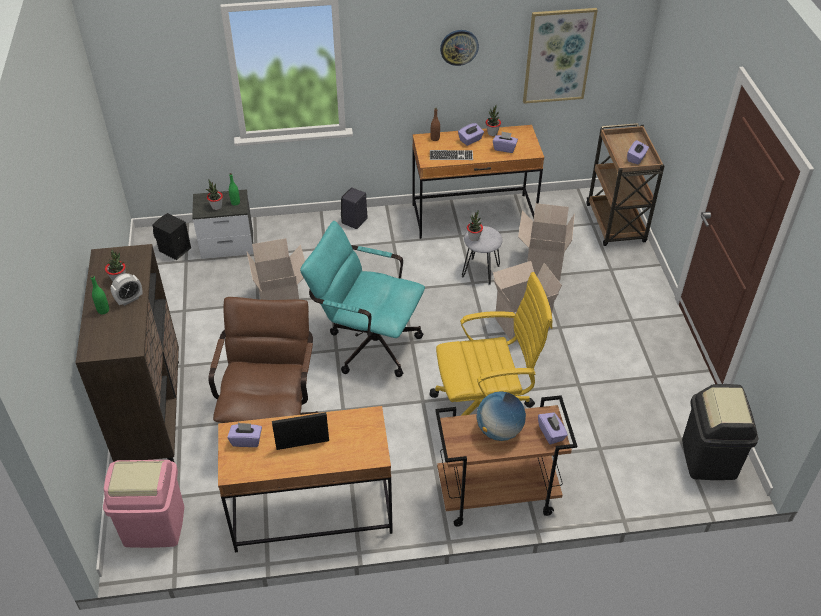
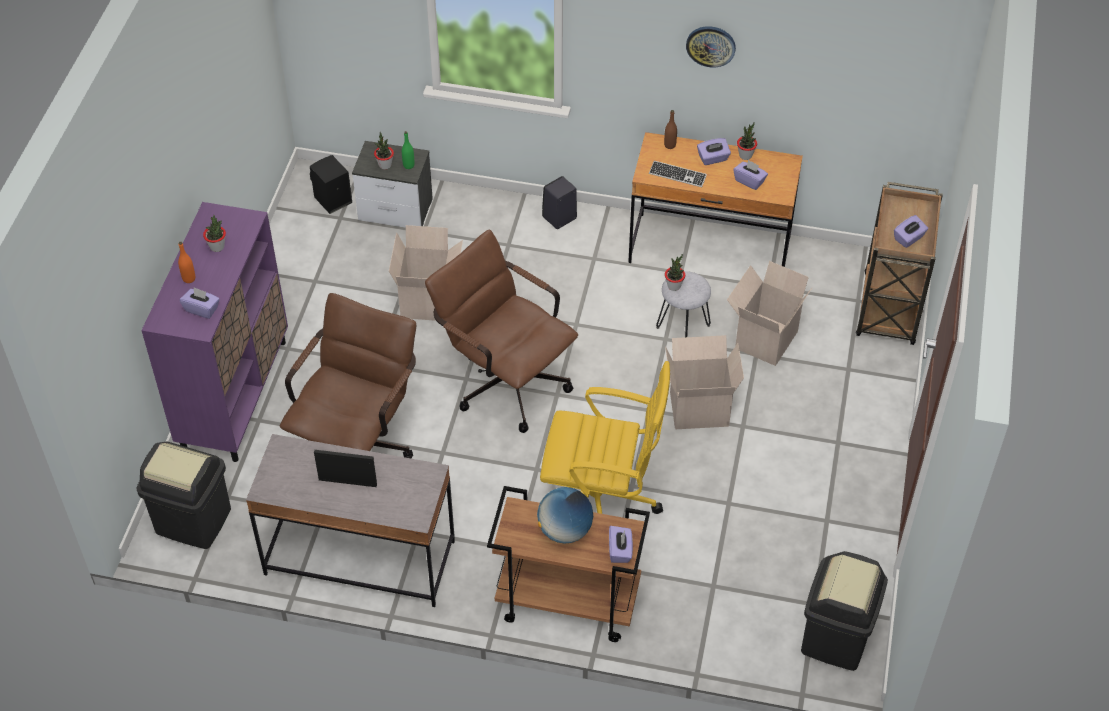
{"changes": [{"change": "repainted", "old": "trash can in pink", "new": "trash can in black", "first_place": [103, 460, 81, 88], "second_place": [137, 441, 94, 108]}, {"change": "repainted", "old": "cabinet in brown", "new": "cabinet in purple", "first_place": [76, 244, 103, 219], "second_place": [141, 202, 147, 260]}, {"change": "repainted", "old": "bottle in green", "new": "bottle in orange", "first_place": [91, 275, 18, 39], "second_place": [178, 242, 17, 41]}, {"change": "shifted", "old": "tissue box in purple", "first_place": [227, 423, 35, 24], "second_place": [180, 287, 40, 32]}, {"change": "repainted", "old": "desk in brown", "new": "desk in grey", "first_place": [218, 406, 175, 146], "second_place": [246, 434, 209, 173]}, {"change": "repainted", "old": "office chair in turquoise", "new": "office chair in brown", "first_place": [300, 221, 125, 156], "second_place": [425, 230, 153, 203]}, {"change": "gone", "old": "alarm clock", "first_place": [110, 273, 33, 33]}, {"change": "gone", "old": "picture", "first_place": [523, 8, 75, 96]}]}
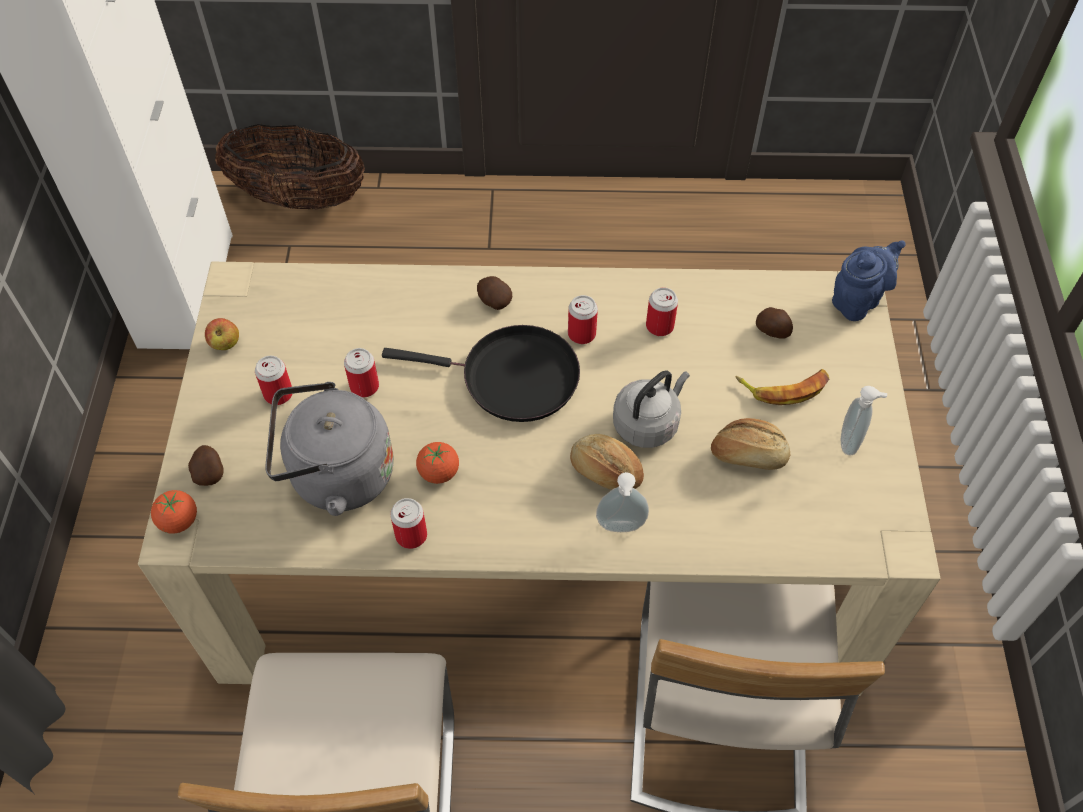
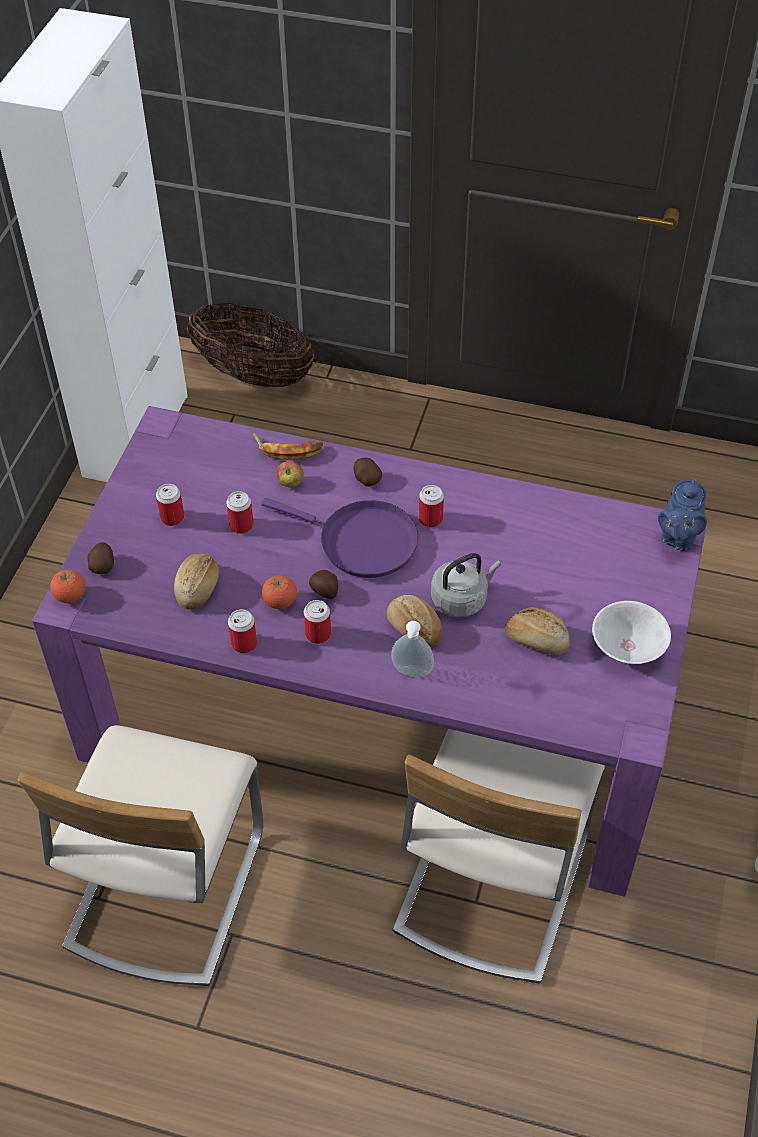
{"changes": [{"change": "repainted", "old": "dining table in beige", "new": "dining table in purple", "first_place": [138, 262, 802, 434], "second_place": [32, 406, 674, 490]}, {"change": "swapped", "old": "kettle in grey", "new": "bread", "first_place": [265, 382, 129, 134], "second_place": [174, 553, 45, 57]}, {"change": "shifted", "old": "banana", "first_place": [736, 369, 93, 36], "second_place": [253, 433, 70, 27]}, {"change": "repainted", "old": "frying pan in black", "new": "frying pan in purple", "first_place": [382, 325, 198, 97], "second_place": [261, 498, 158, 80]}, {"change": "shifted", "old": "apple", "first_place": [205, 318, 34, 32], "second_place": [276, 461, 28, 27]}, {"change": "shifted", "old": "can", "first_place": [646, 287, 32, 49], "second_place": [304, 600, 27, 44]}, {"change": "shifted", "old": "potato", "first_place": [756, 307, 37, 32], "second_place": [309, 570, 29, 29]}, {"change": "swapped", "old": "soap dispenser", "new": "bowl in white", "first_place": [841, 386, 46, 69], "second_place": [592, 601, 79, 63]}, {"change": "rotated", "old": "teapot in blue", "first_place": [832, 240, 74, 81], "second_place": [658, 478, 49, 73], "degrees": 135}]}
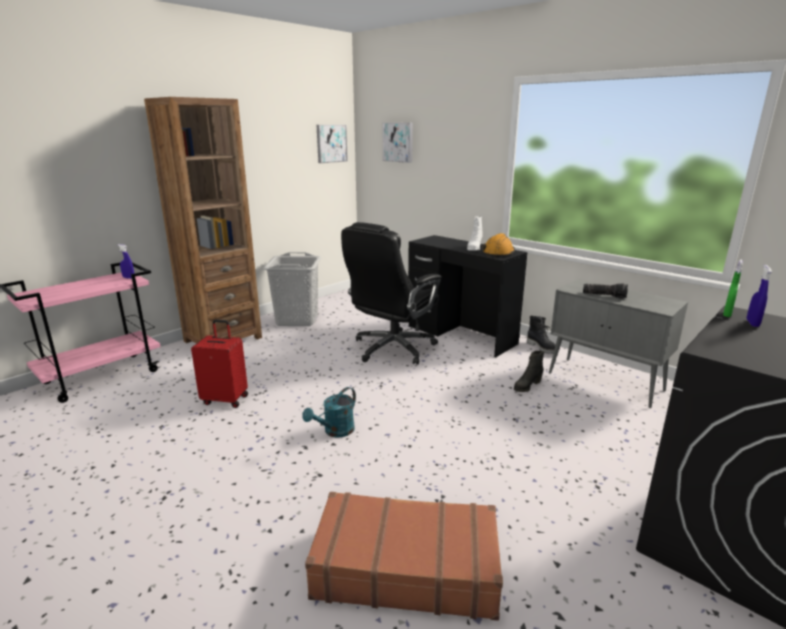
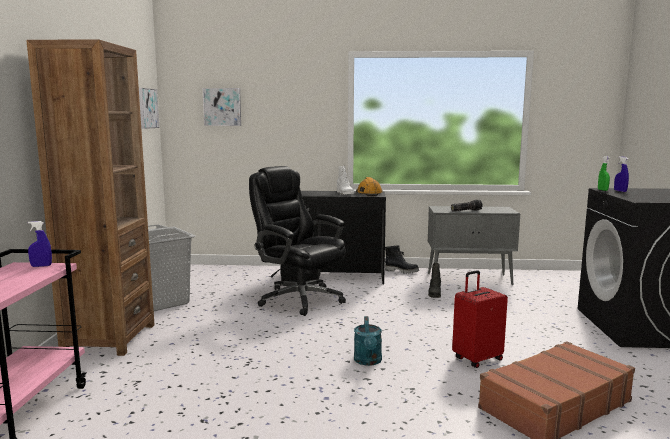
{"changes": [{"change": "rotated", "old": "office chair in black", "first_place": [341, 222, 101, 143], "second_place": [249, 166, 97, 150], "degrees": 135}, {"change": "shifted", "old": "suitcase in red", "first_place": [191, 319, 57, 89], "second_place": [452, 270, 56, 98]}]}
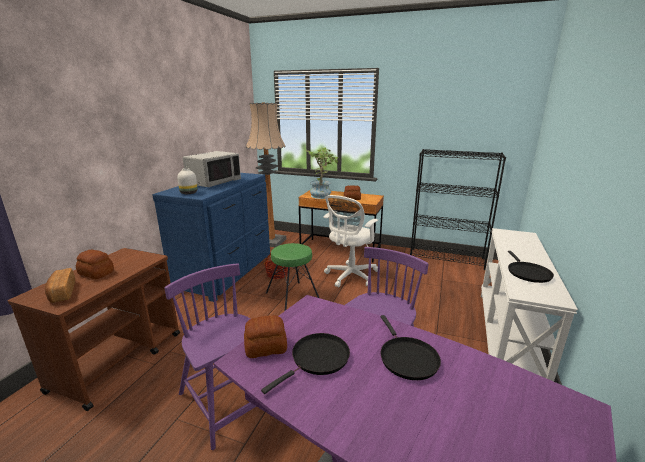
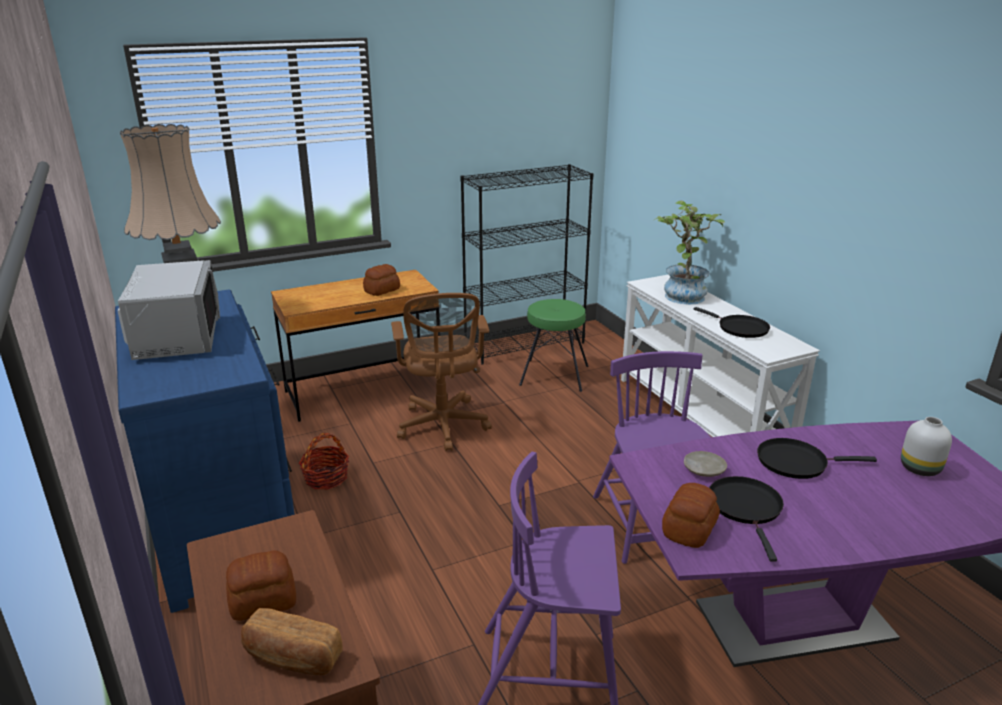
{"changes": [{"change": "repainted", "old": "office chair in white", "new": "office chair in brown", "first_place": [323, 195, 55, 92], "second_place": [391, 293, 101, 158]}, {"change": "shifted", "old": "stool in green", "first_place": [266, 243, 53, 68], "second_place": [519, 299, 69, 93]}, {"change": "shifted", "old": "potted plant", "first_place": [306, 147, 32, 52], "second_place": [656, 201, 69, 104]}, {"change": "new", "new": "plate in beige", "second_place": [684, 451, 43, 26]}, {"change": "rotated", "old": "frying pan in black", "first_place": [380, 315, 61, 65], "second_place": [757, 438, 120, 41], "degrees": 150}, {"change": "shifted", "old": "vase in white", "first_place": [177, 168, 20, 26], "second_place": [901, 417, 51, 59]}]}
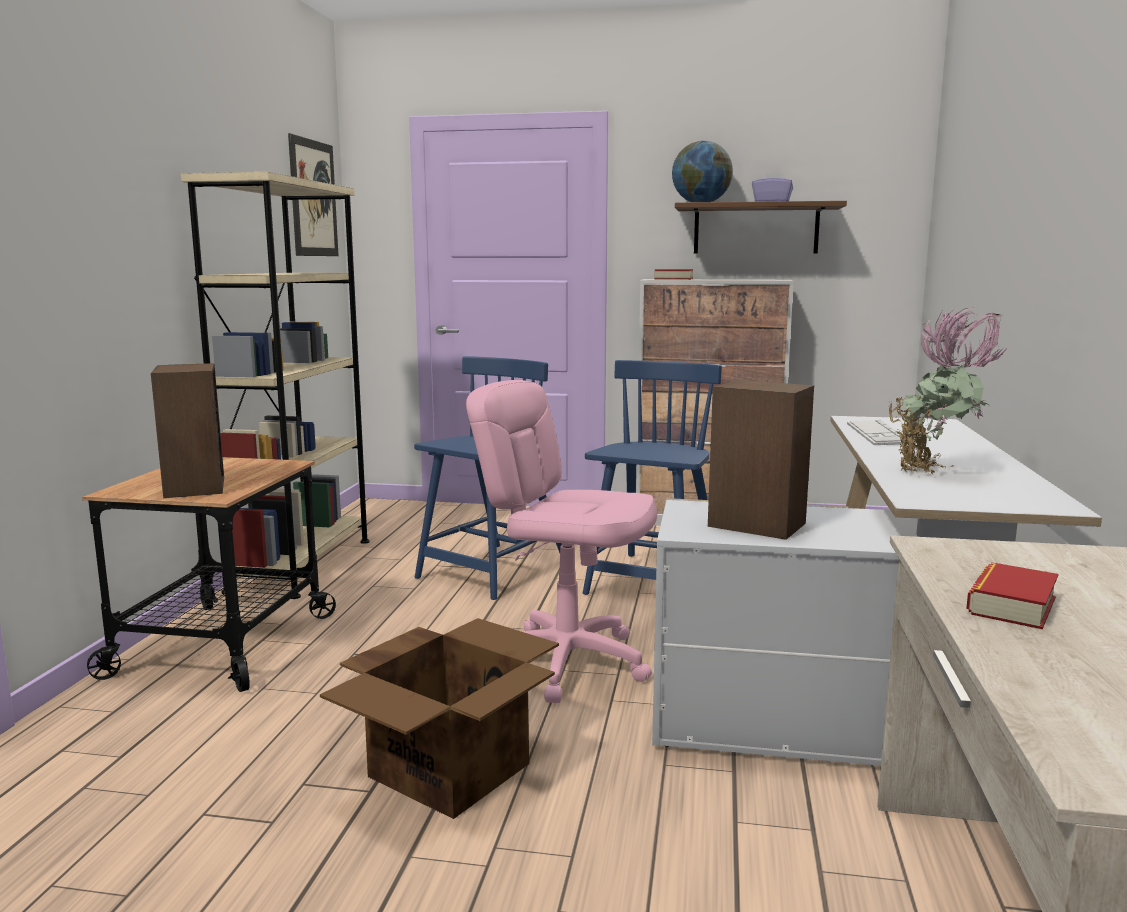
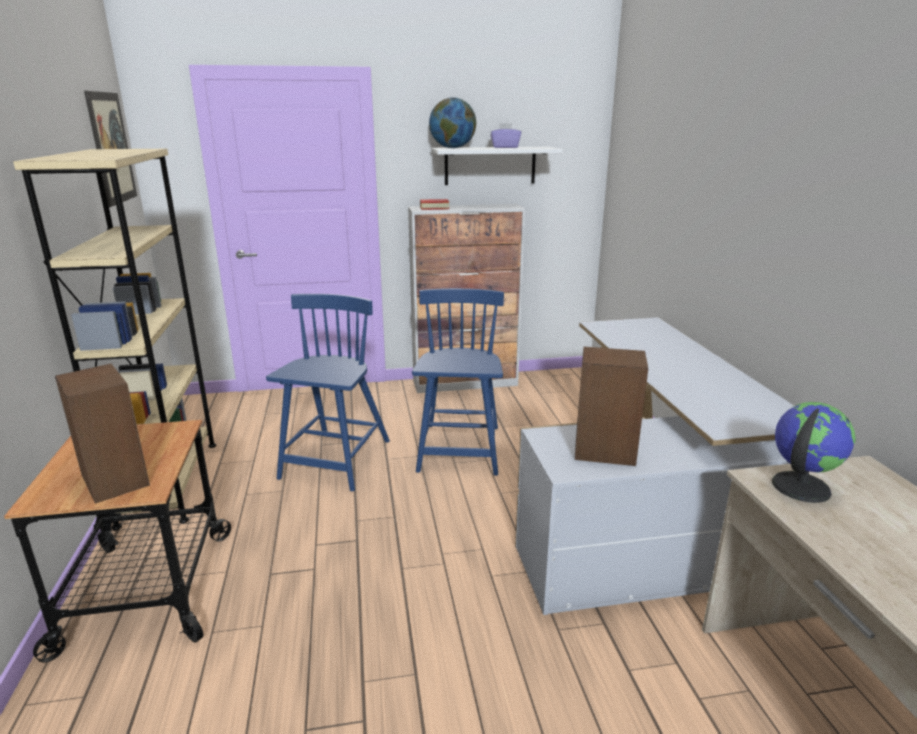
{"changes": [{"change": "repainted", "old": "shelf in brown", "new": "shelf in white", "first_place": [675, 201, 172, 53], "second_place": [431, 147, 132, 38]}, {"change": "new", "new": "globe", "second_place": [772, 402, 84, 101]}, {"change": "gone", "old": "cardboard box", "first_place": [320, 618, 239, 201]}, {"change": "gone", "old": "office chair in pink", "first_place": [466, 380, 191, 323]}, {"change": "gone", "old": "keyboard", "first_place": [847, 420, 55, 25]}, {"change": "gone", "old": "potted plant", "first_place": [889, 307, 118, 167]}, {"change": "gone", "old": "book", "first_place": [966, 562, 92, 67]}]}
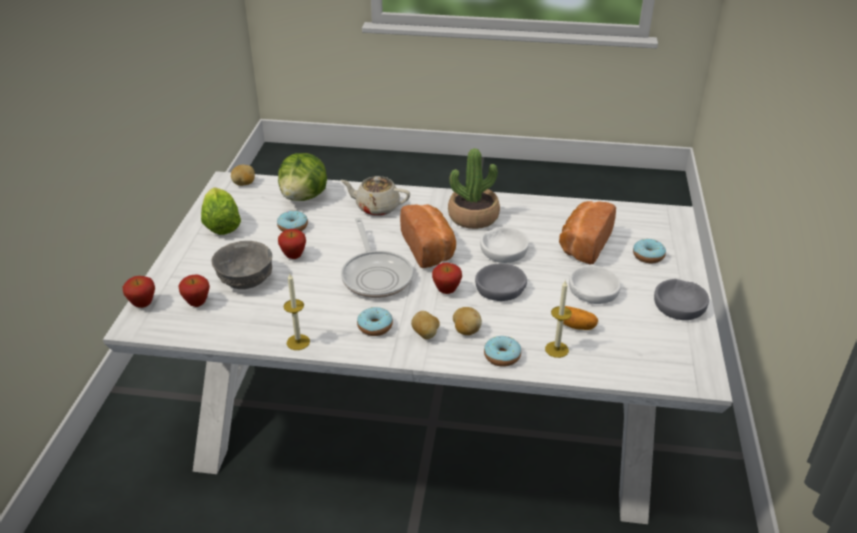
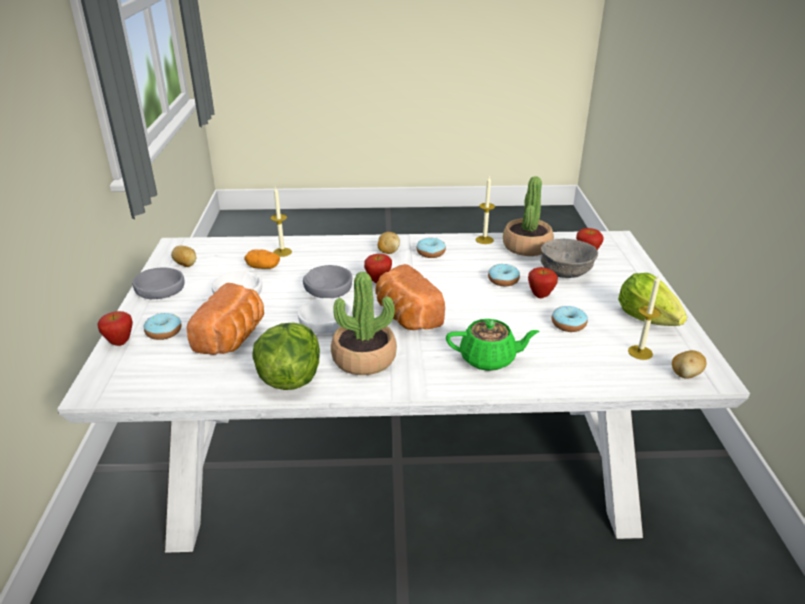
{"changes": [{"change": "shifted", "old": "apple", "first_place": [122, 276, 33, 32], "second_place": [98, 311, 35, 35]}, {"change": "shifted", "old": "potato", "first_place": [453, 307, 29, 28], "second_place": [171, 245, 25, 22]}, {"change": "shifted", "old": "lettuce", "first_place": [278, 153, 49, 48], "second_place": [252, 323, 68, 67]}, {"change": "repainted", "old": "teapot in beige", "new": "teapot in green", "first_place": [340, 176, 70, 40], "second_place": [446, 319, 94, 52]}, {"change": "shifted", "old": "donut", "first_place": [484, 336, 37, 31], "second_place": [488, 264, 32, 22]}, {"change": "new", "new": "potted plant", "second_place": [503, 176, 51, 80]}, {"change": "new", "new": "candle", "second_place": [628, 275, 33, 85]}, {"change": "gone", "old": "frying pan", "first_place": [341, 218, 72, 80]}]}
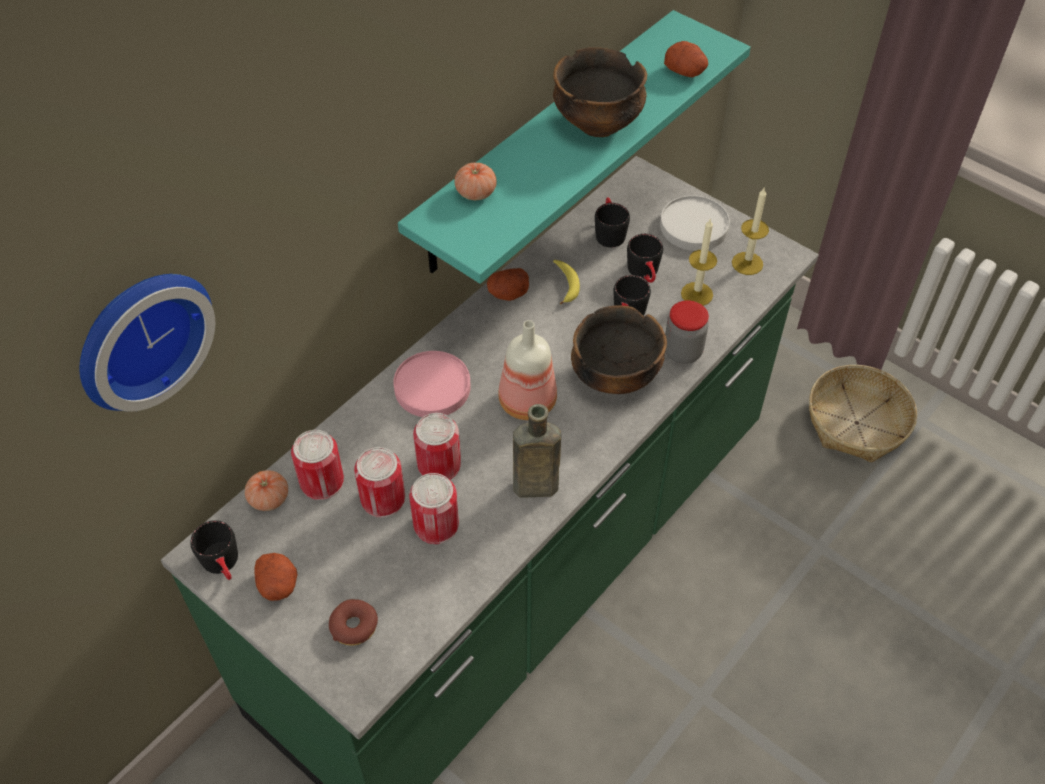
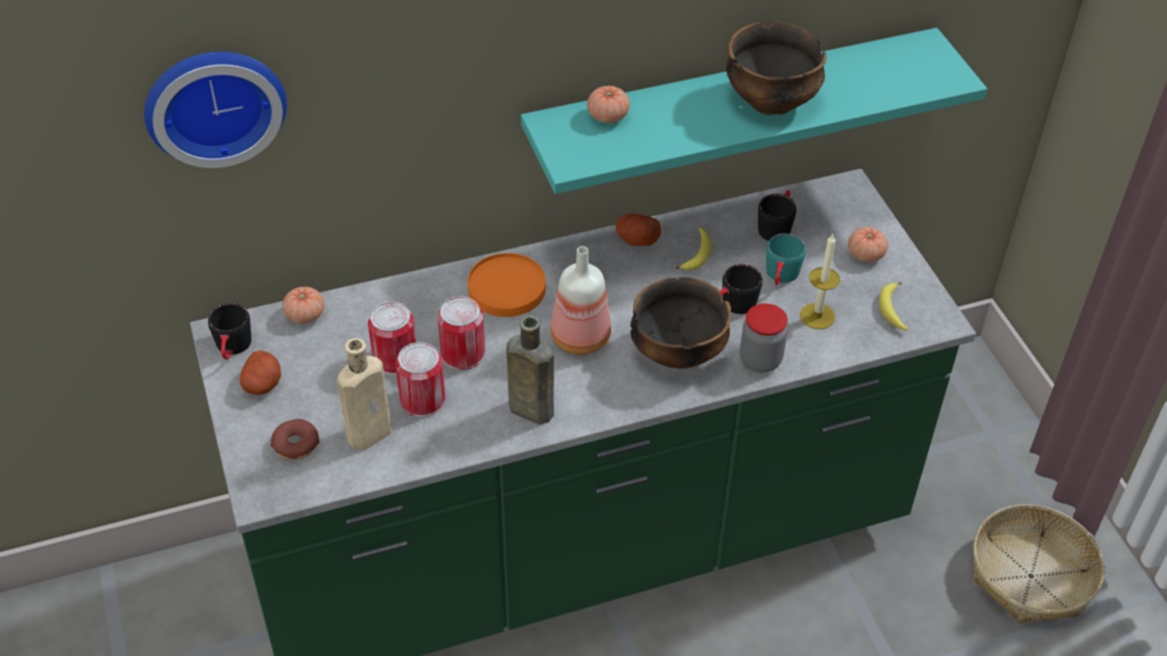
{"changes": [{"change": "new", "new": "bottle in beige", "second_place": [337, 338, 54, 112]}, {"change": "repainted", "old": "plate in pink", "new": "plate in orange", "first_place": [393, 351, 78, 66], "second_place": [468, 253, 78, 64]}, {"change": "repainted", "old": "mug in black", "new": "mug in turquoise", "first_place": [627, 234, 36, 49], "second_place": [766, 233, 40, 53]}, {"change": "swapped", "old": "plate in white", "new": "tomato", "first_place": [660, 195, 70, 56], "second_place": [848, 227, 40, 35]}, {"change": "swapped", "old": "candle", "new": "banana", "first_place": [732, 188, 37, 87], "second_place": [879, 282, 29, 49]}, {"change": "gone", "old": "can", "first_place": [291, 430, 53, 70]}, {"change": "gone", "old": "potato", "first_place": [664, 41, 44, 36]}]}
